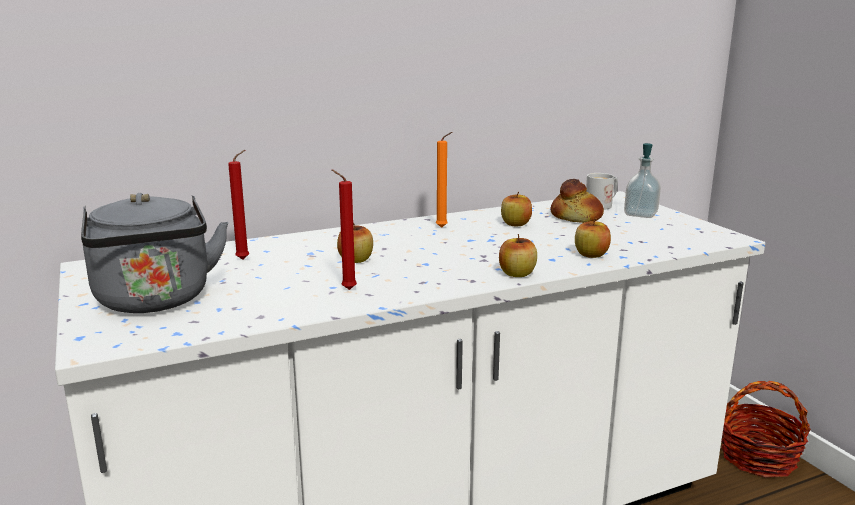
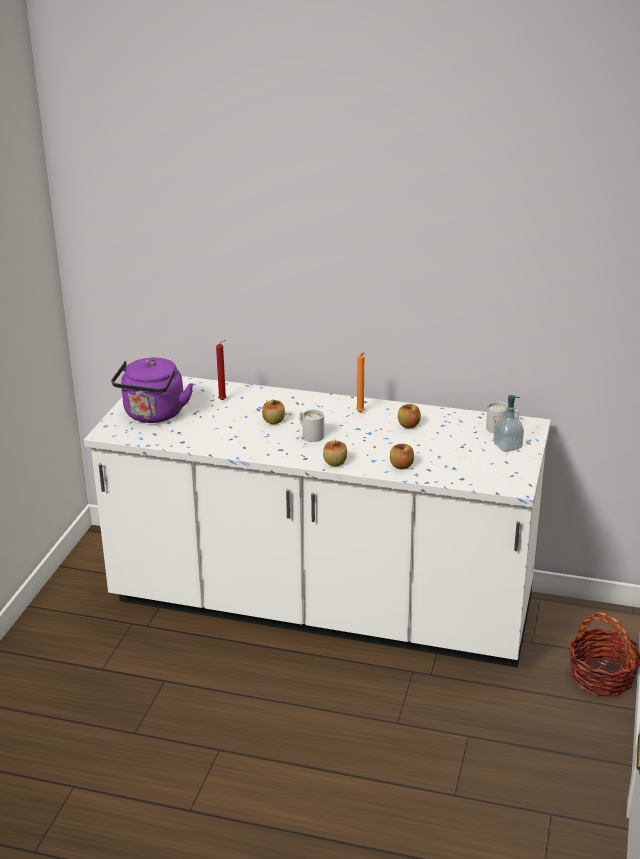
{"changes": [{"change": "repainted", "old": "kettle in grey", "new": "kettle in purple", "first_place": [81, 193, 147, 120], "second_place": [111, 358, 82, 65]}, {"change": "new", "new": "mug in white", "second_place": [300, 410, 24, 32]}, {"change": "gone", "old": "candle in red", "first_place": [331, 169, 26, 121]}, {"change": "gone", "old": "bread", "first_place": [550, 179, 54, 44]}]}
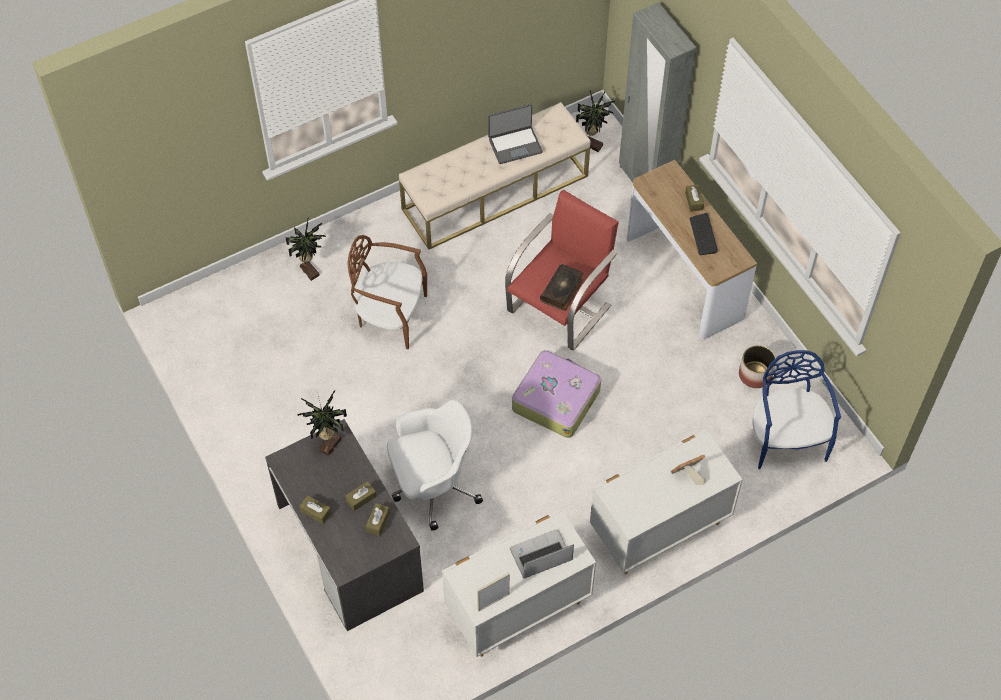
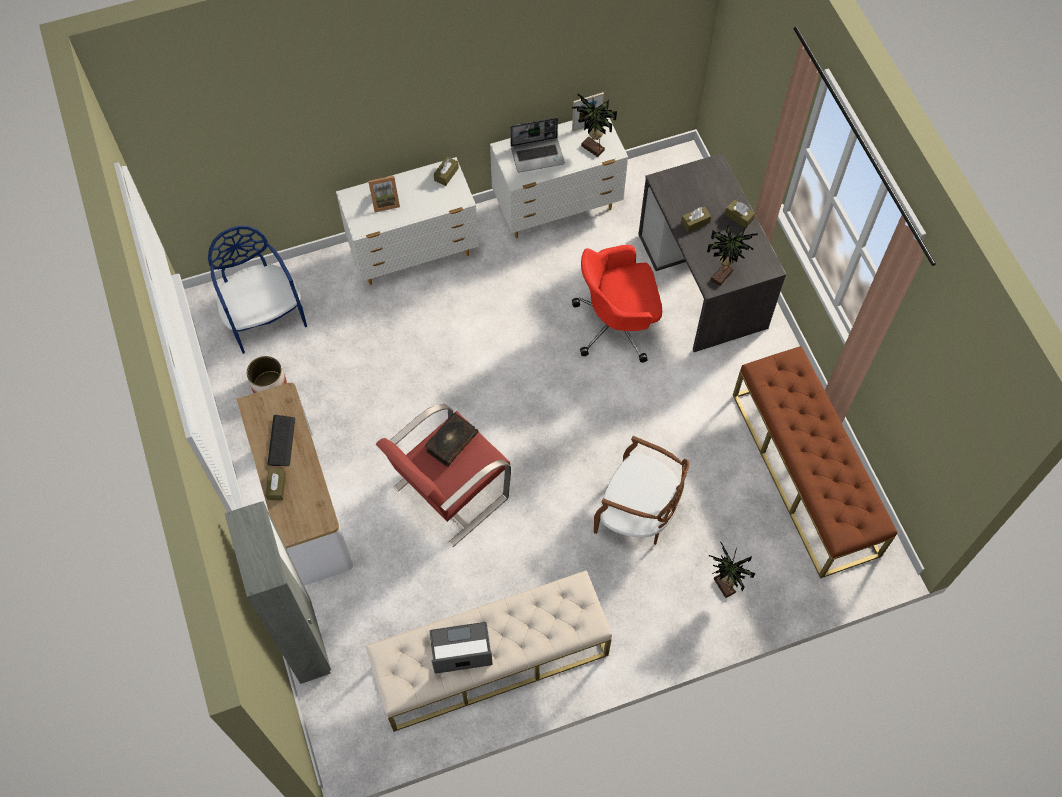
{"changes": [{"change": "rotated", "old": "chair in blue", "first_place": [752, 350, 89, 119], "second_place": [208, 226, 99, 128], "degrees": 150}, {"change": "shifted", "old": "tissue box in brown", "first_place": [366, 503, 24, 33], "second_place": [434, 156, 25, 30]}, {"change": "shifted", "old": "potted plant", "first_place": [576, 91, 39, 61], "second_place": [572, 94, 45, 63]}, {"change": "repainted", "old": "office chair in white", "new": "office chair in red", "first_place": [387, 399, 96, 132], "second_place": [572, 245, 90, 118]}, {"change": "new", "new": "bench in brown", "second_place": [733, 346, 165, 232]}, {"change": "gone", "old": "suitcase", "first_place": [512, 350, 89, 88]}]}
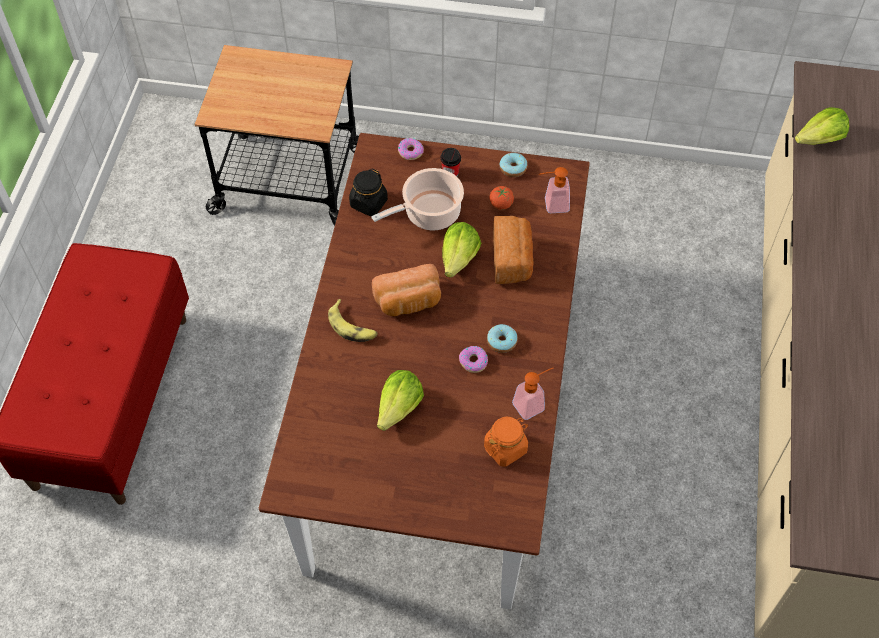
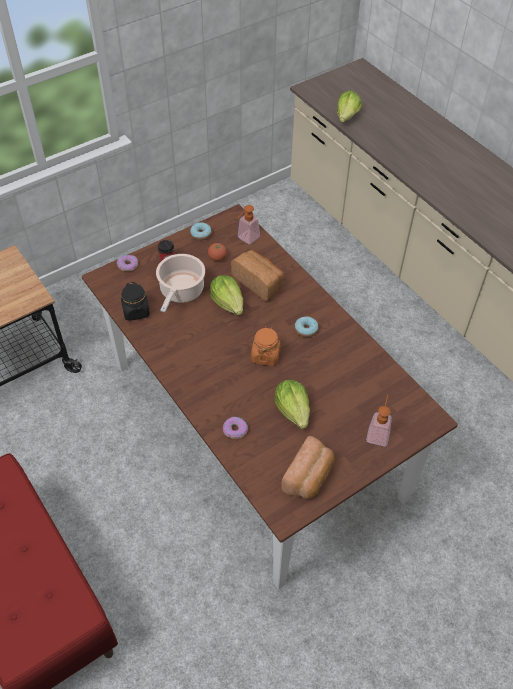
{"changes": [{"change": "shifted", "old": "donut", "first_place": [459, 346, 29, 27], "second_place": [223, 417, 25, 22]}, {"change": "shifted", "old": "jar in orange", "first_place": [484, 417, 44, 50], "second_place": [251, 327, 30, 39]}, {"change": "shifted", "old": "bread", "first_place": [372, 264, 69, 52], "second_place": [281, 436, 54, 63]}, {"change": "shifted", "old": "soap dispenser", "first_place": [512, 368, 41, 52], "second_place": [366, 395, 26, 51]}, {"change": "gone", "old": "banana", "first_place": [328, 299, 50, 43]}]}
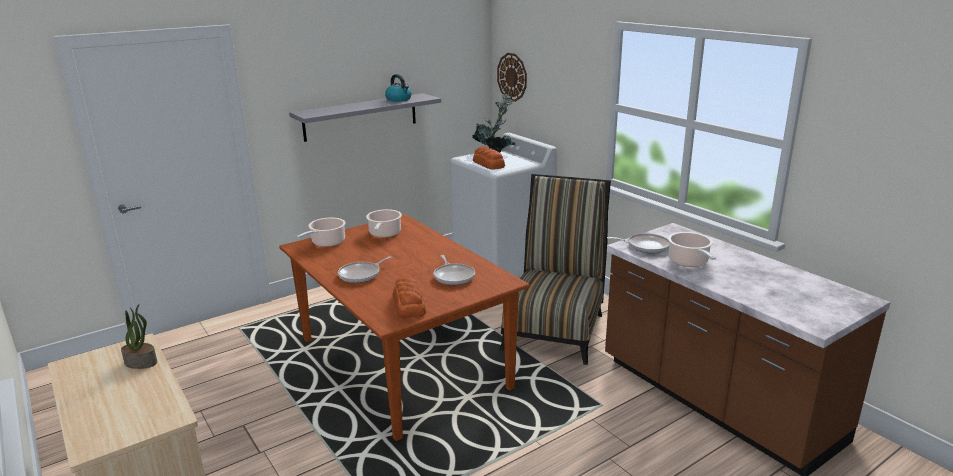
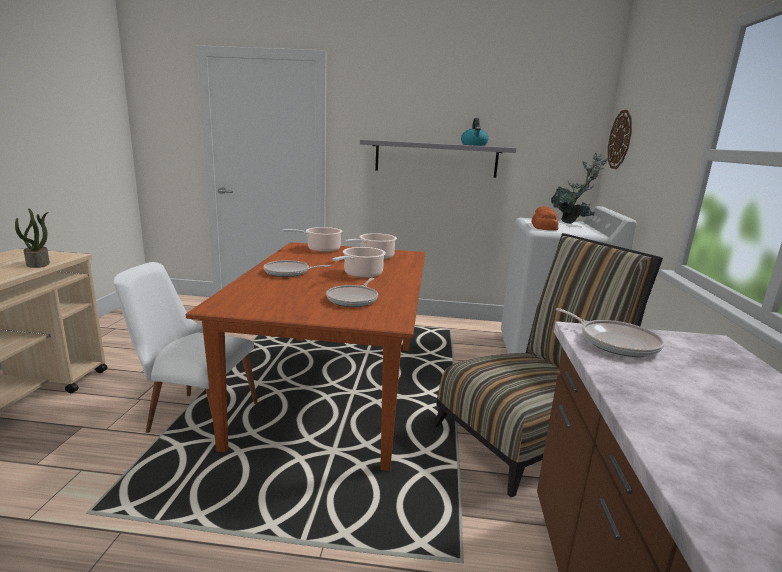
{"changes": [{"change": "new", "new": "chair in white", "second_place": [113, 262, 145, 171]}, {"change": "shifted", "old": "cooking pot", "first_place": [668, 232, 48, 35], "second_place": [332, 247, 54, 31]}, {"change": "gone", "old": "bread", "first_place": [393, 277, 33, 41]}]}
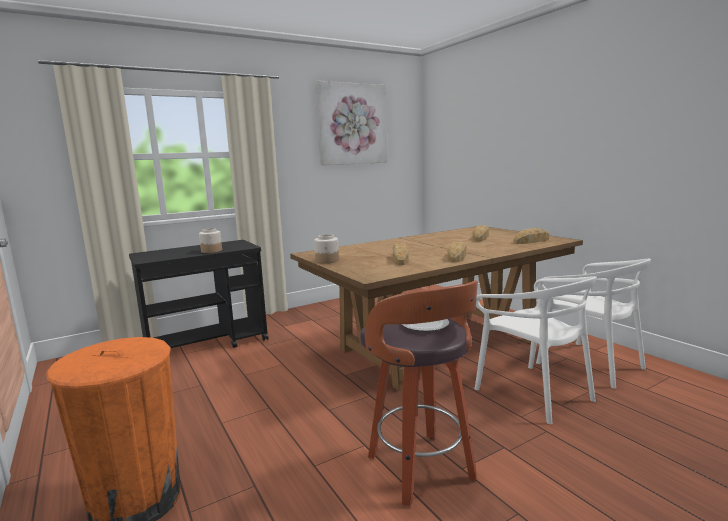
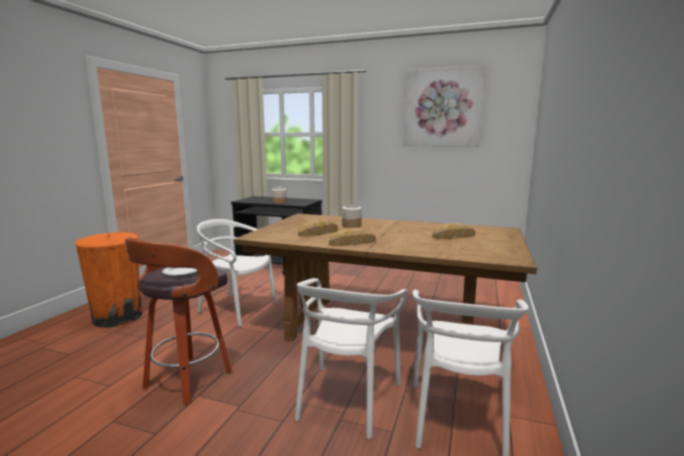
{"changes": [{"change": "new", "new": "chair in white", "second_place": [197, 219, 81, 108]}, {"change": "shifted", "old": "jar", "first_place": [314, 234, 25, 29], "second_place": [342, 204, 20, 24]}, {"change": "gone", "old": "bread", "first_place": [513, 228, 36, 16]}]}
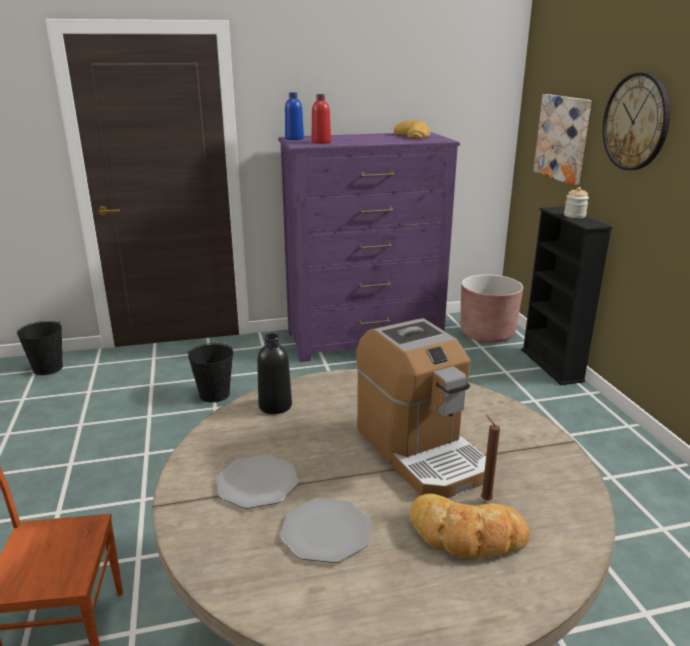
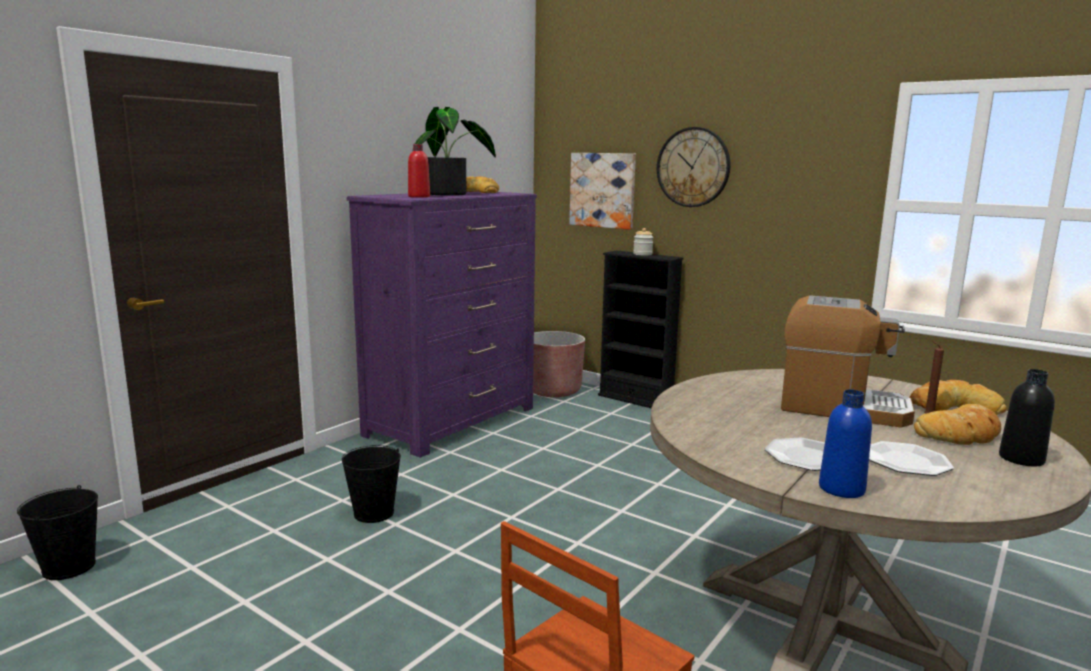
{"changes": [{"change": "new", "new": "potted plant", "second_place": [412, 107, 84, 89]}, {"change": "shifted", "old": "bottle in blue", "first_place": [285, 92, 19, 48], "second_place": [819, 389, 53, 109]}, {"change": "new", "new": "bread", "second_place": [910, 380, 97, 35]}, {"change": "shifted", "old": "bottle in black", "first_place": [257, 333, 35, 81], "second_place": [999, 369, 56, 97]}]}
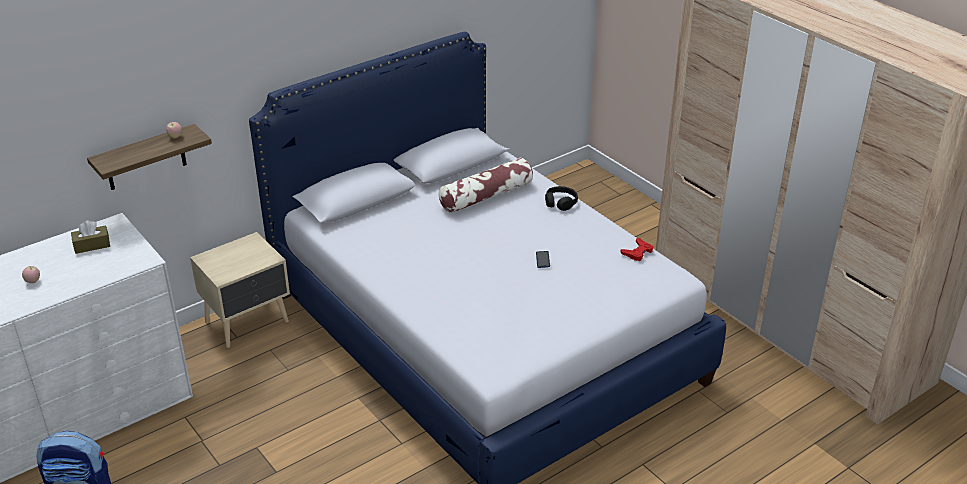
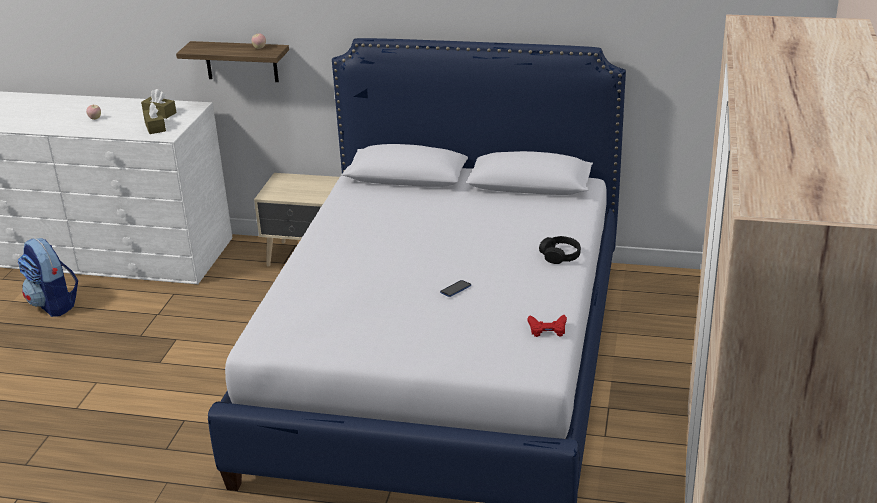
{"changes": [{"change": "new", "new": "tissue box in brown", "second_place": [143, 102, 23, 32]}, {"change": "gone", "old": "pillow", "first_place": [439, 158, 94, 55]}]}
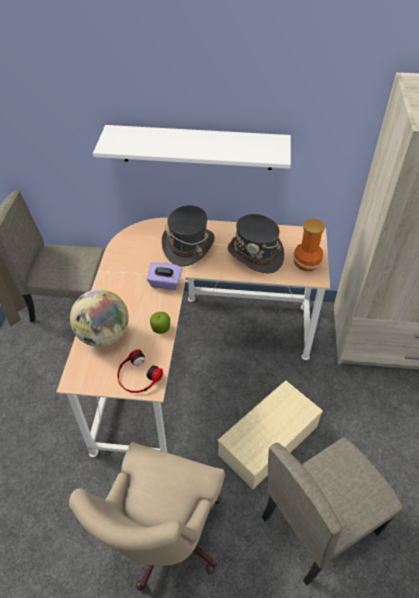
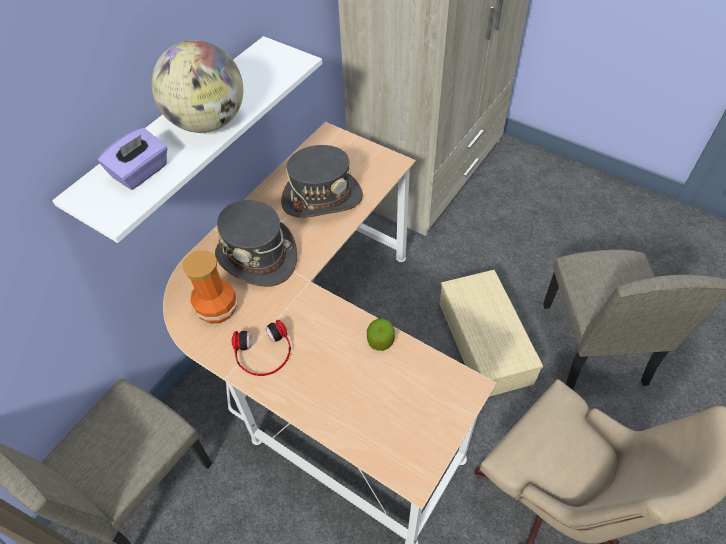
{"changes": [{"change": "shifted", "old": "tissue box in purple", "first_place": [147, 262, 35, 28], "second_place": [98, 128, 70, 62]}, {"change": "shifted", "old": "globe", "first_place": [70, 289, 59, 58], "second_place": [151, 40, 92, 93]}, {"change": "shifted", "old": "vase", "first_place": [293, 219, 32, 52], "second_place": [182, 250, 56, 74]}, {"change": "shifted", "old": "headphones", "first_place": [117, 349, 46, 44], "second_place": [232, 320, 59, 56]}]}
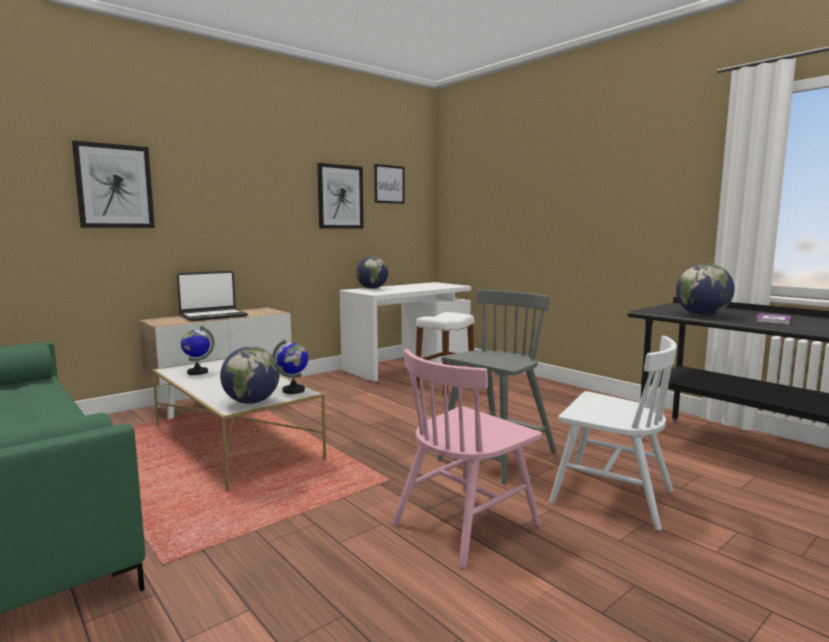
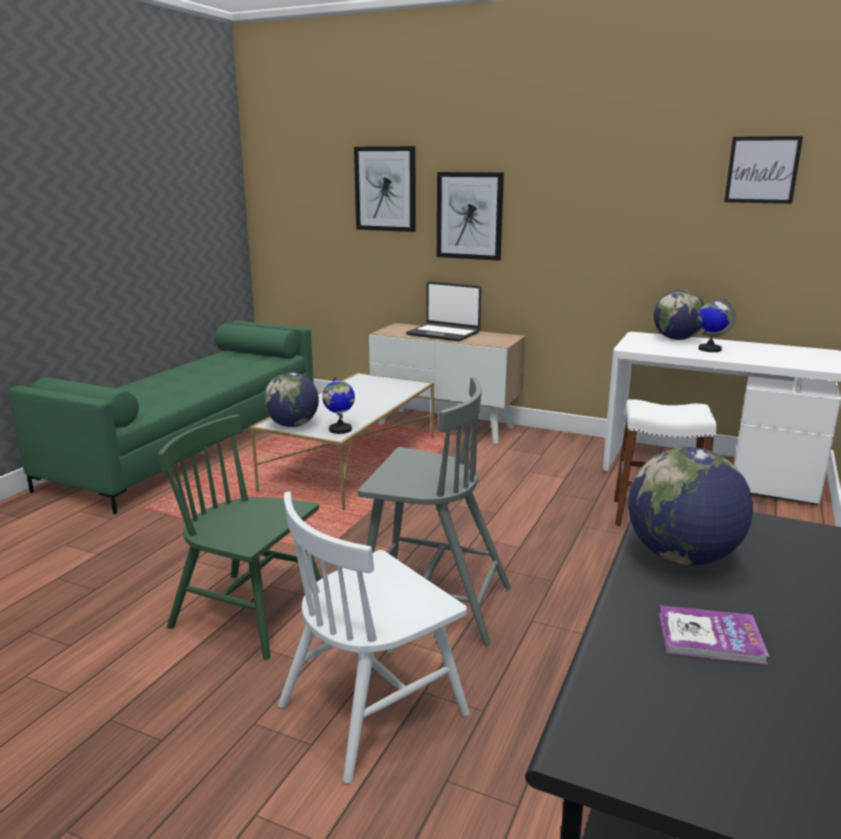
{"changes": [{"change": "repainted", "old": "chair in pink", "new": "chair in green", "first_place": [392, 349, 150, 219], "second_place": [158, 415, 163, 245]}, {"change": "rotated", "old": "chair in white", "first_place": [549, 336, 128, 194], "second_place": [278, 492, 191, 291], "degrees": 45}, {"change": "shifted", "old": "picture", "first_place": [317, 163, 47, 66], "second_place": [437, 172, 67, 89]}, {"change": "shifted", "old": "globe", "first_place": [181, 326, 33, 49], "second_place": [698, 298, 38, 54]}]}
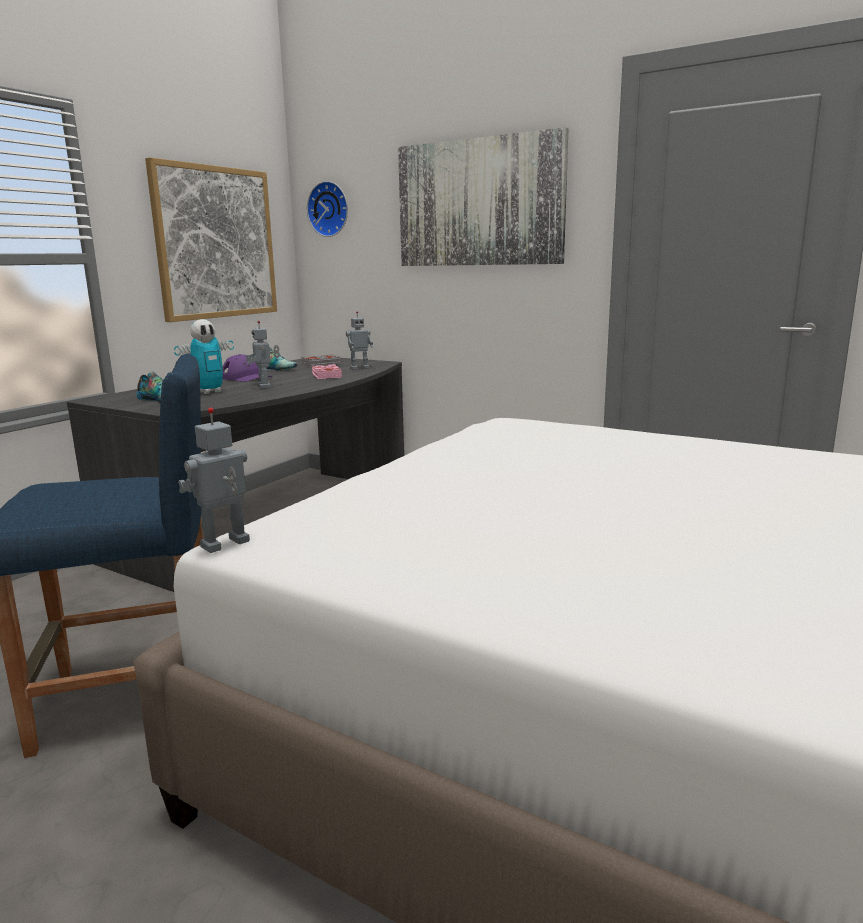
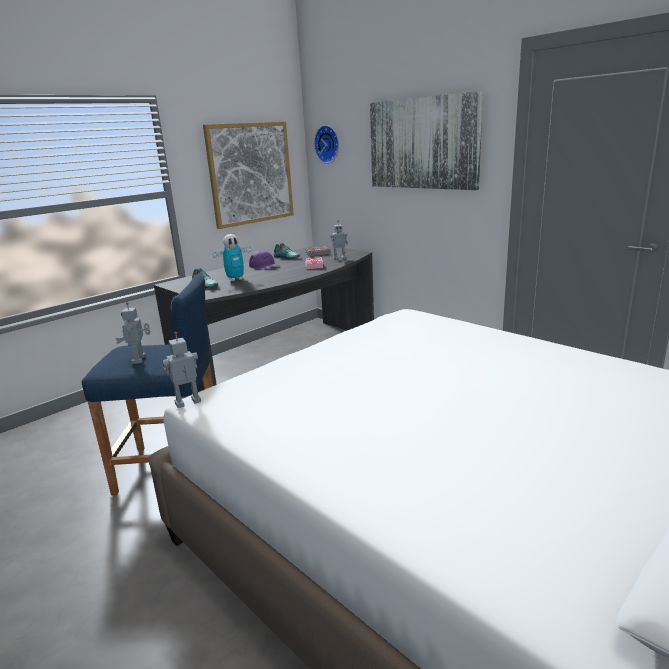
{"changes": [{"change": "shifted", "old": "toy robot", "first_place": [245, 321, 35, 68], "second_place": [116, 302, 35, 62]}]}
